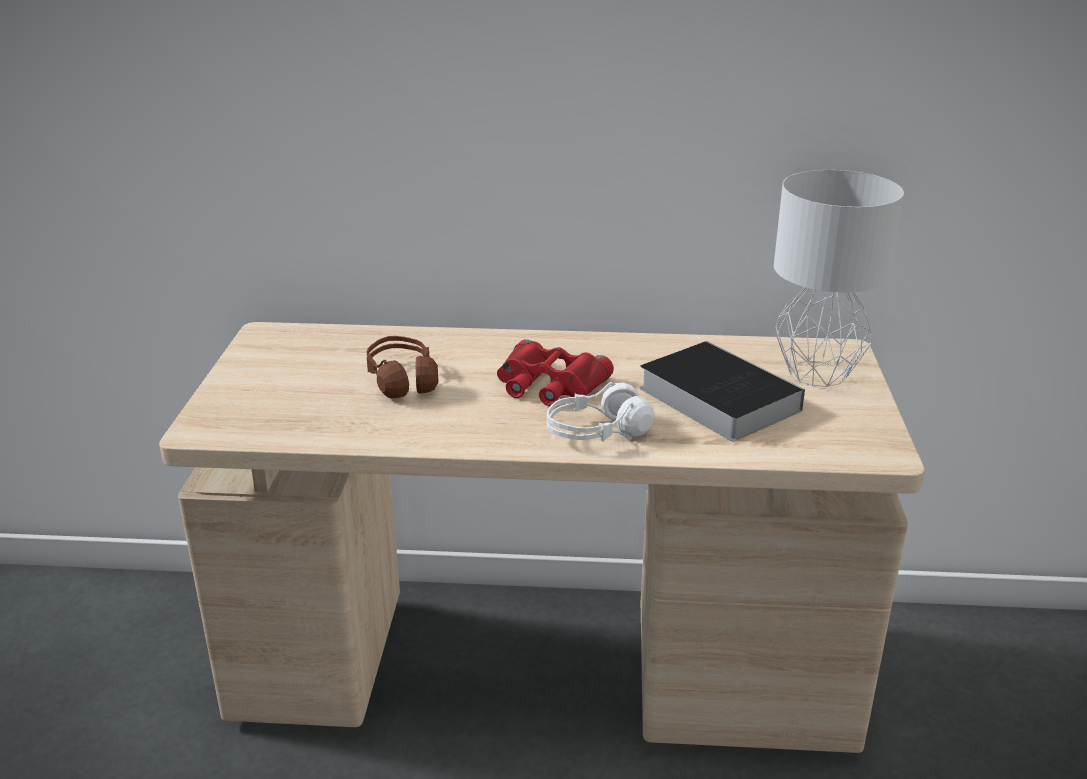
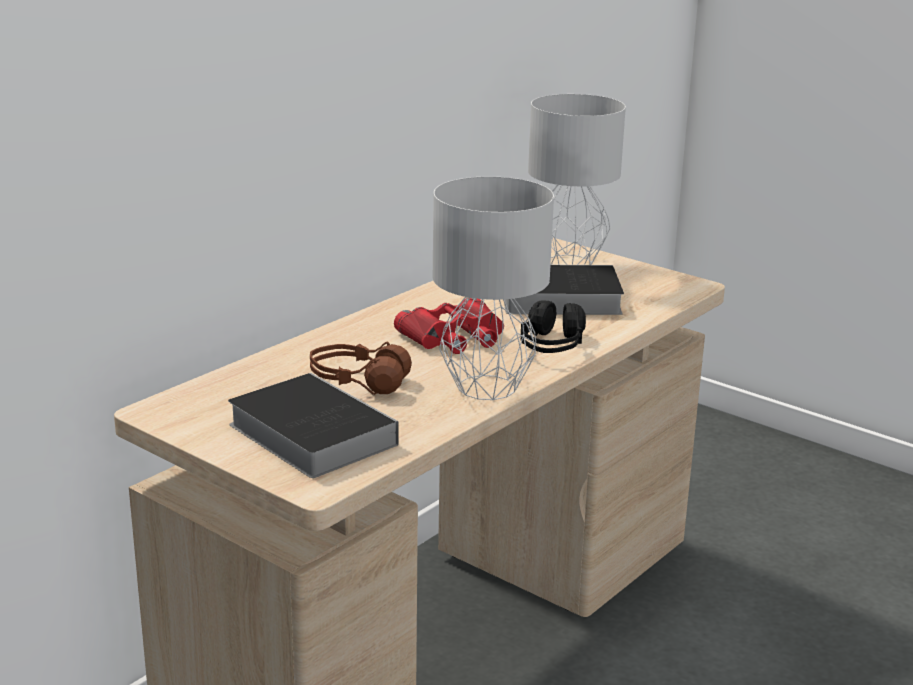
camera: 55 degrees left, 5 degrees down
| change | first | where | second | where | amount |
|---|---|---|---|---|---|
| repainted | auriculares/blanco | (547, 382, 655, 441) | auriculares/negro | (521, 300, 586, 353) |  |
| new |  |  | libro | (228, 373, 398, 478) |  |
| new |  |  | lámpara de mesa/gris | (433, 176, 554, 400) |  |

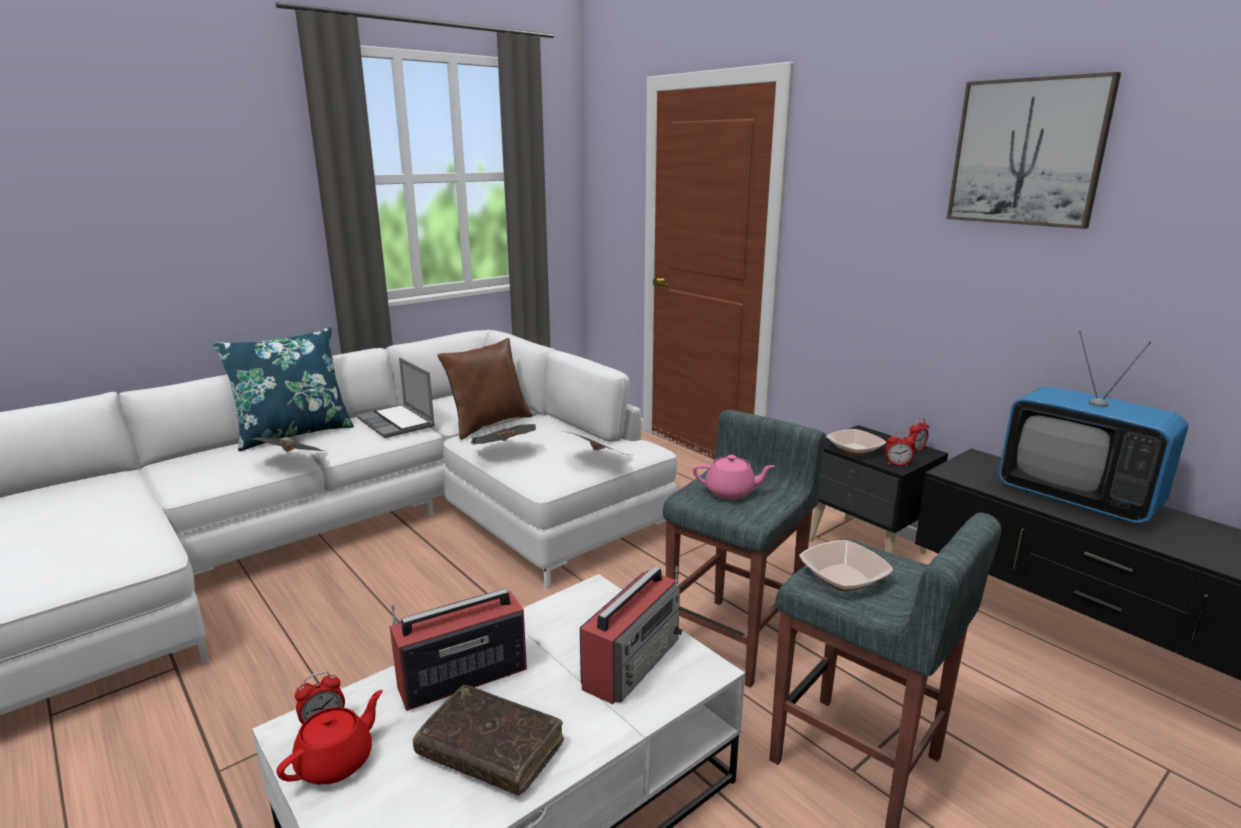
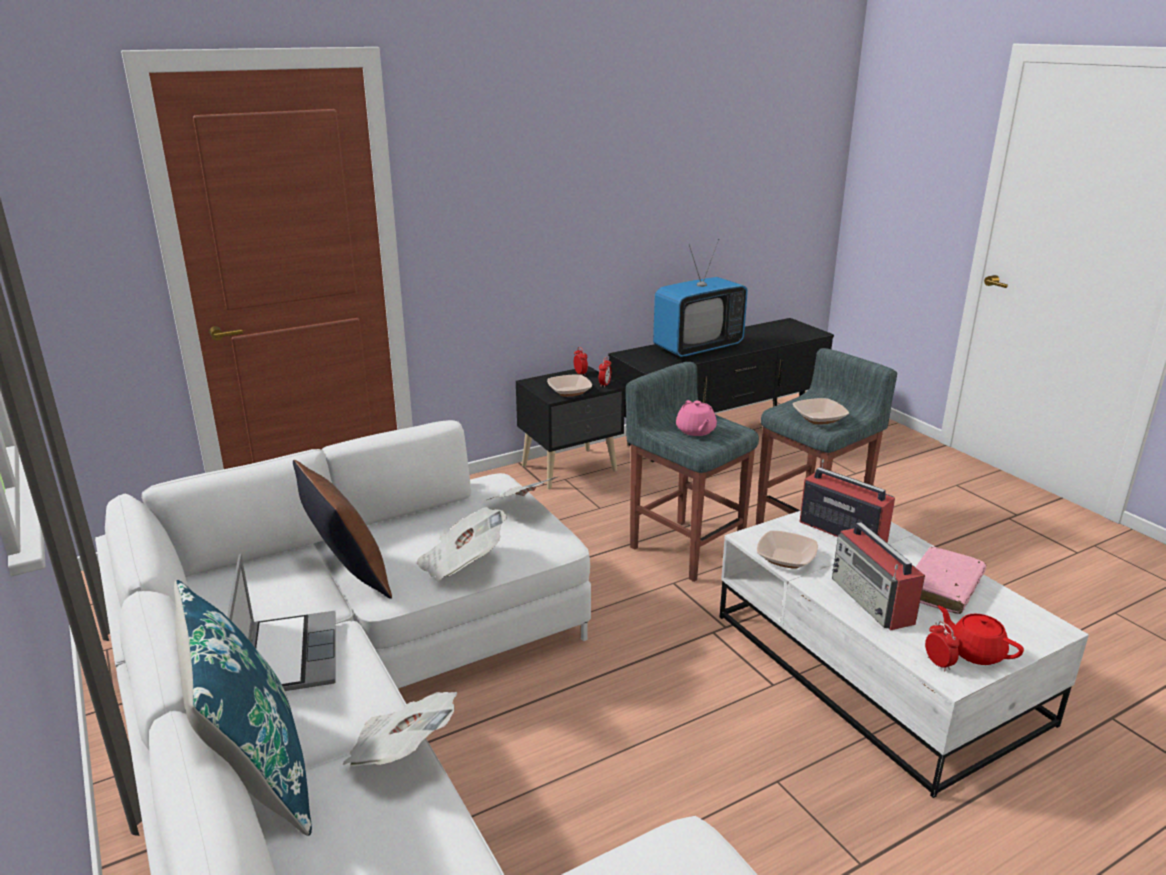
camera: 80 degrees left, 5 degrees up
| change | first | where | second | where | amount |
|---|---|---|---|---|---|
| rotated | portátil | (357, 357, 435, 438) |  | (227, 554, 336, 691) | 75 degrees counterclockwise |
| repainted | libro/marrón | (413, 685, 564, 796) | libro/rosa | (915, 546, 987, 614) |  |
| rotated | tetera/rosa | (693, 455, 775, 499) |  | (676, 400, 717, 436) | 150 degrees clockwise |
| gone | cuadro | (947, 72, 1121, 229) |  |  |  |
| new |  |  | cuenco | (757, 531, 818, 569) |  |

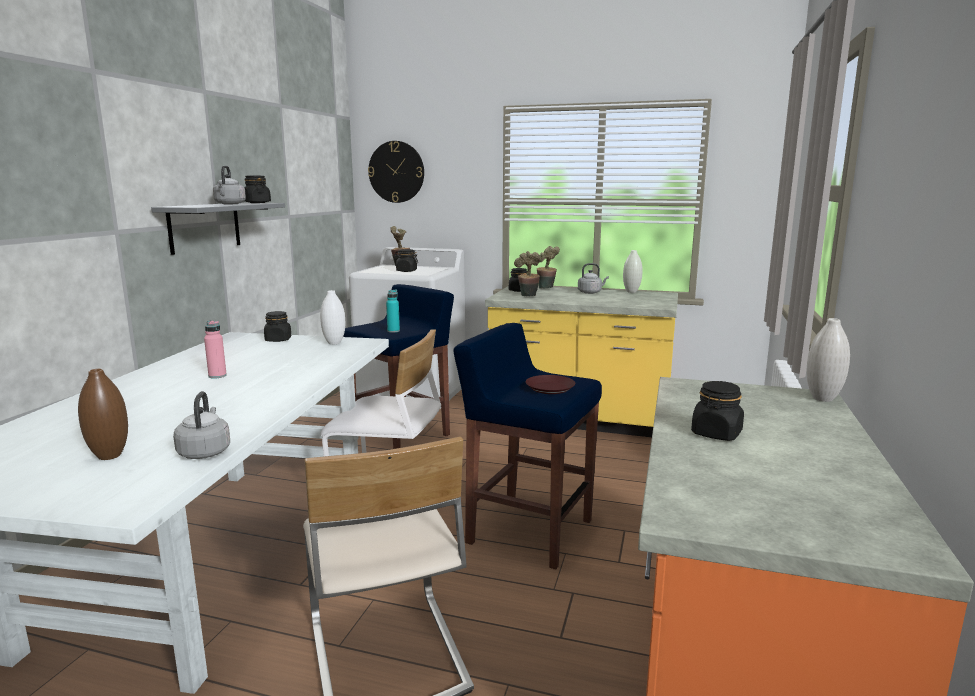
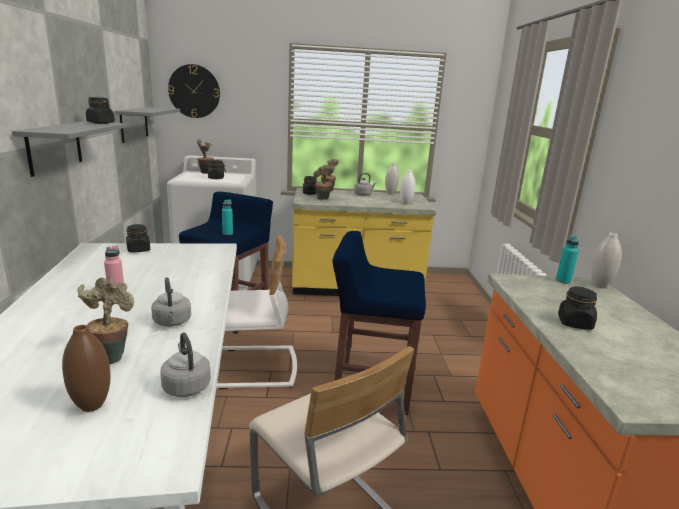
camera: 20 degrees left, 5 degrees up
| change | first | where | second | where | amount |
|---|---|---|---|---|---|
| shifted | hervidor/gris | (213, 166, 246, 204) |  | (151, 277, 191, 327) |  |
| shifted | florero/blanco | (320, 290, 345, 345) |  | (400, 170, 415, 204) |  |
| gone | plato/marrón | (526, 375, 575, 394) |  |  |  |
| new |  |  | planta en maceta | (78, 277, 134, 364) |  |
| new |  |  | estante/gris | (114, 107, 180, 143) |  |
| new |  |  | botella/turquesa | (556, 235, 579, 284) |  |

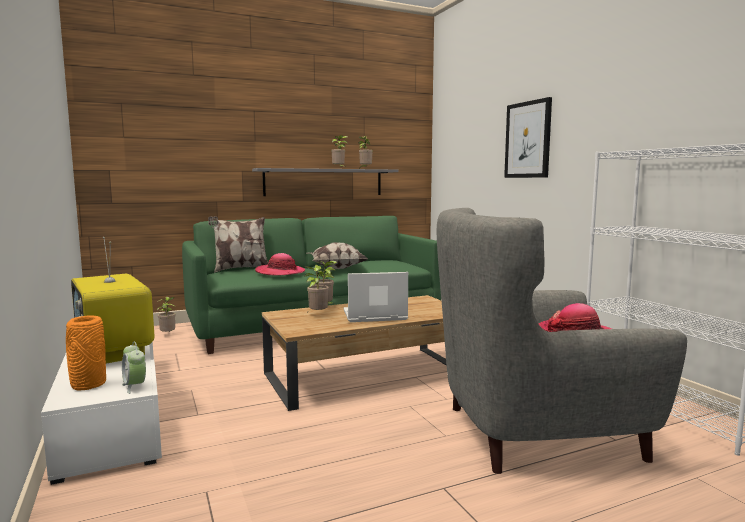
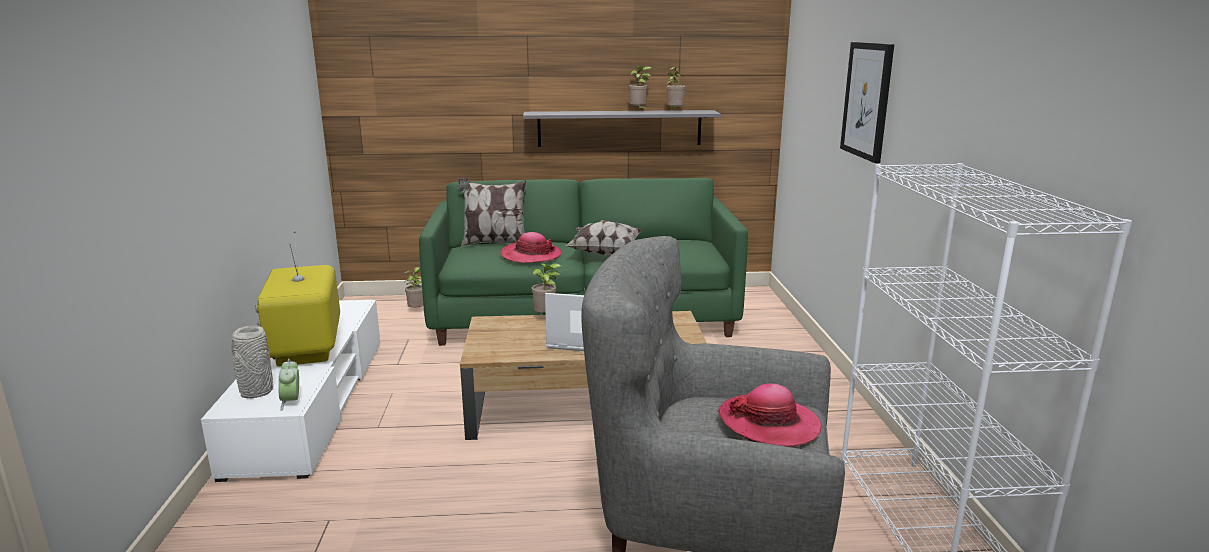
camera: 20 degrees right, 10 degrees up
| change | first | where | second | where | amount |
|---|---|---|---|---|---|
| repainted | florero/naranja | (66, 315, 106, 391) | florero/gris | (231, 325, 273, 398) |  |
| gone | planta en maceta | (305, 265, 329, 311) |  |  |  |

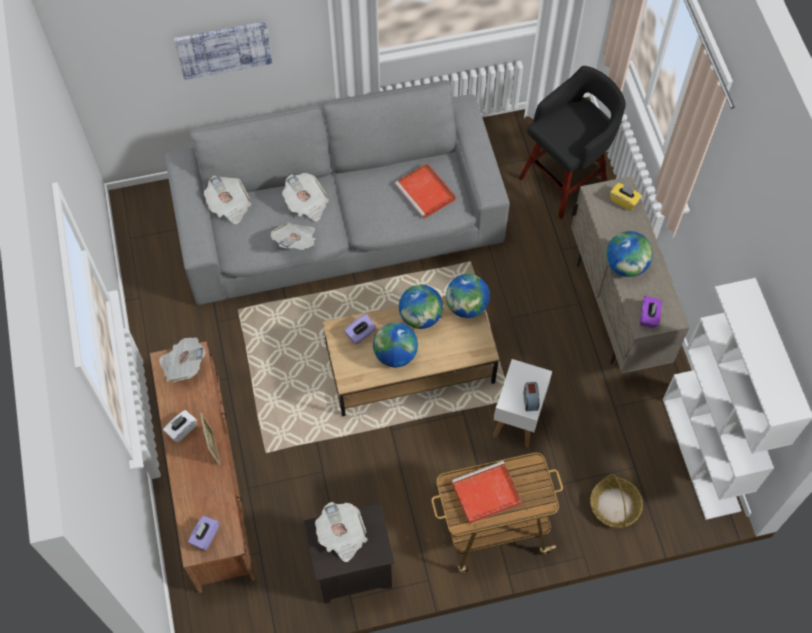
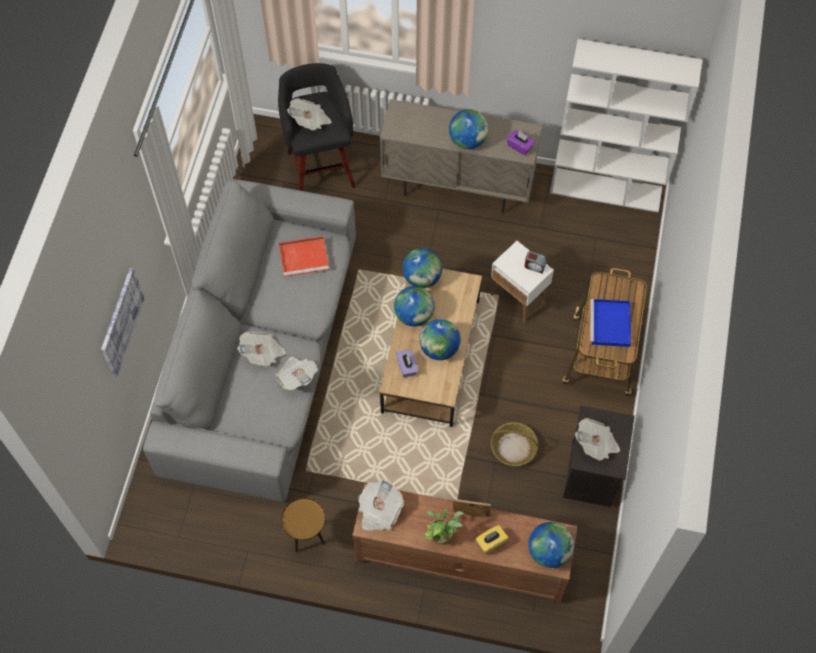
camera: 65 degrees left, 0 degrees up
| change | first | where | second | where | amount |
|---|---|---|---|---|---|
| swapped | caja de pañuelos/blanco | (163, 410, 197, 442) | planta en maceta | (425, 508, 464, 544) |  |
| swapped | caja de pañuelos/morado | (188, 516, 219, 550) | globo terráqueo | (528, 522, 574, 568) |  |
| shifted | periódico | (204, 175, 251, 224) |  | (287, 98, 332, 131) |  |
| repainted | bandeja/rojo | (452, 461, 522, 524) | bandeja/azul | (590, 299, 631, 347) |  |
| shifted | cesta | (590, 474, 643, 528) |  | (491, 422, 538, 466) |  |
| shifted | caja de pañuelos/amarillo | (610, 183, 642, 211) |  | (476, 525, 509, 554) |  |
| new |  |  | mesa auxiliar/marrón | (281, 498, 325, 553) |  |

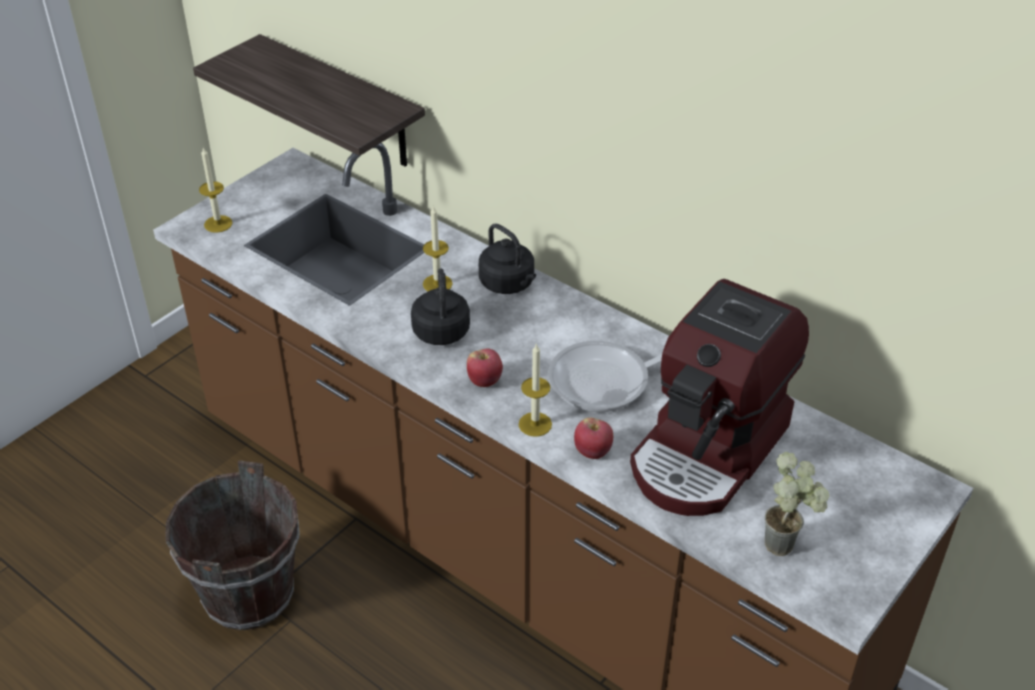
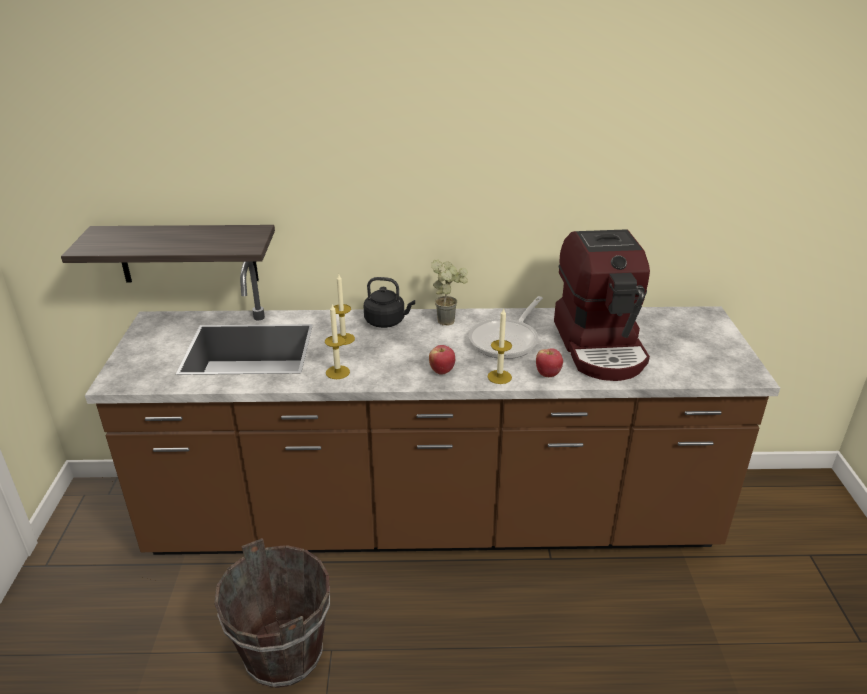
camera: 40 degrees left, 10 degrees down
| change | first | where | second | where | amount |
|---|---|---|---|---|---|
| shifted | vela | (199, 147, 233, 233) |  | (325, 304, 350, 379) |  |
| gone | hervidor/negro | (411, 269, 470, 345) |  |  |  |
| shifted | planta en maceta | (765, 452, 829, 556) |  | (431, 260, 468, 326) |  |

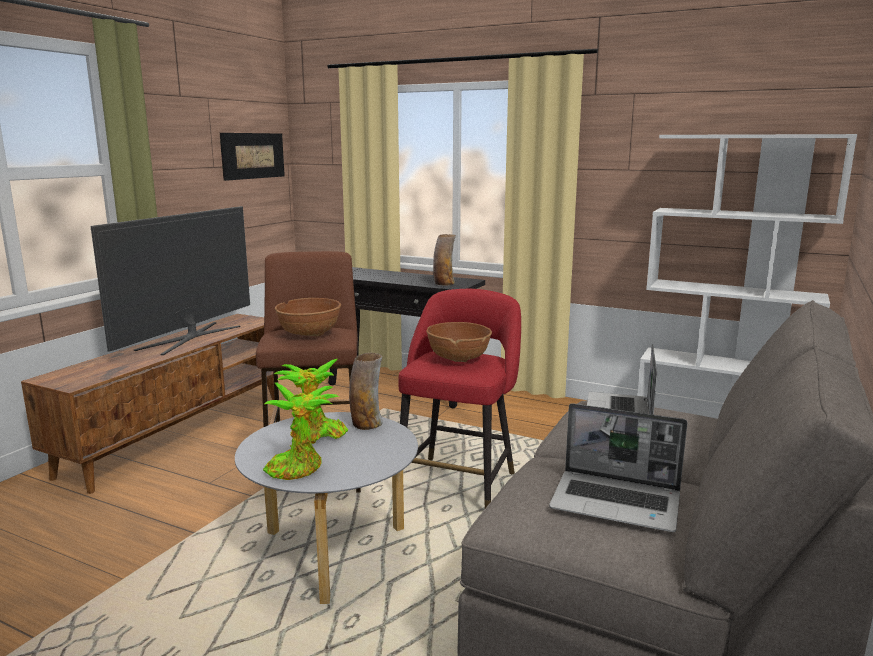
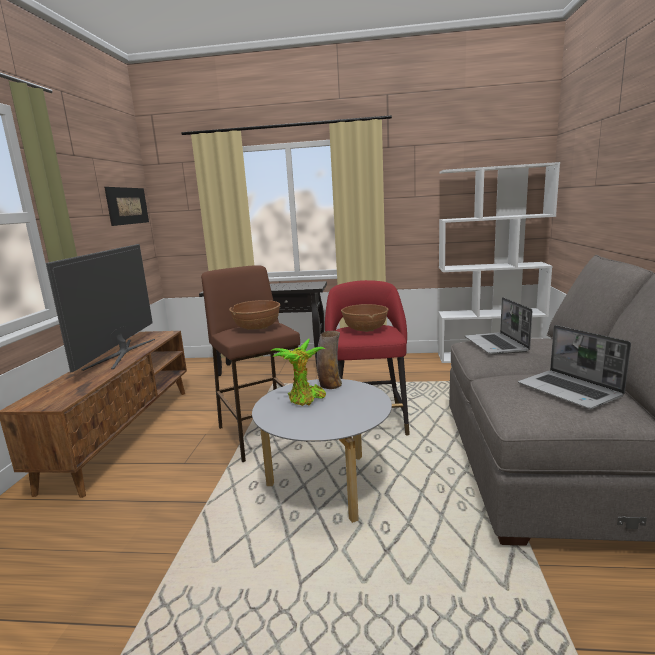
camera: 20 degrees left, 0 degrees up
| change | first | where | second | where | amount |
|---|---|---|---|---|---|
| gone | planta en maceta | (263, 382, 339, 480) |  |  |  |
| gone | florero | (433, 234, 456, 286) |  |  |  |
| rotated | portátil | (549, 403, 687, 532) |  | (518, 325, 631, 409) | 60 degrees clockwise |

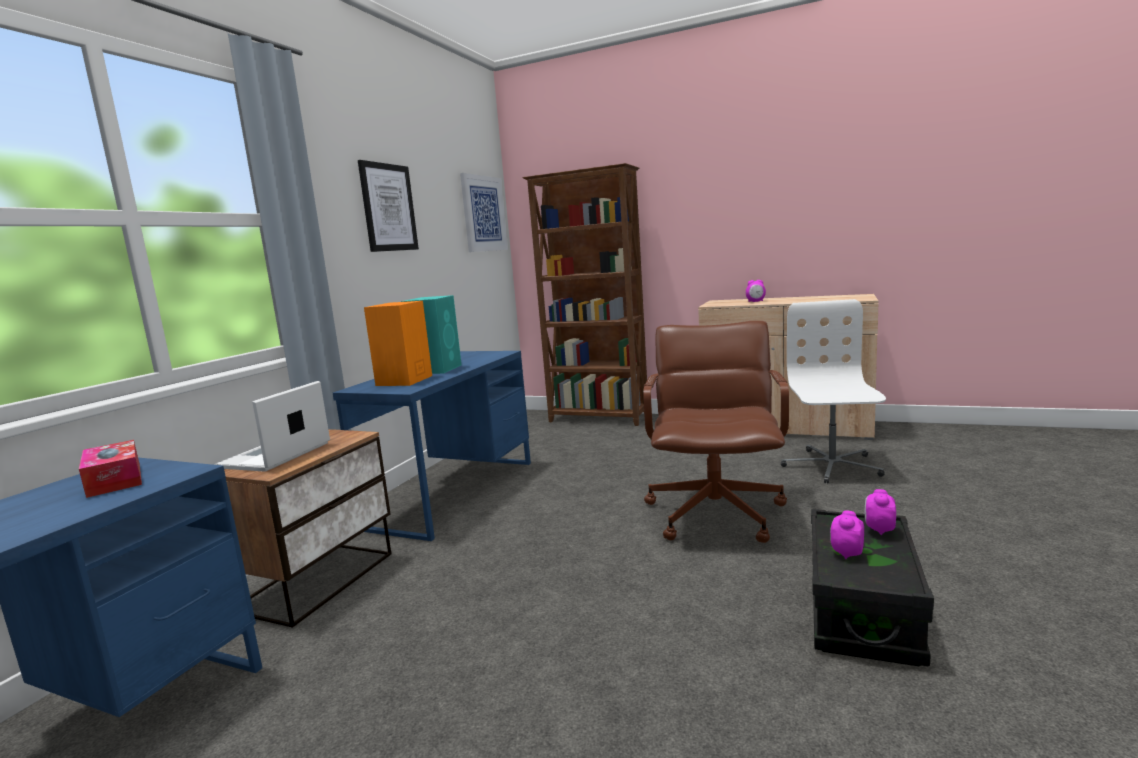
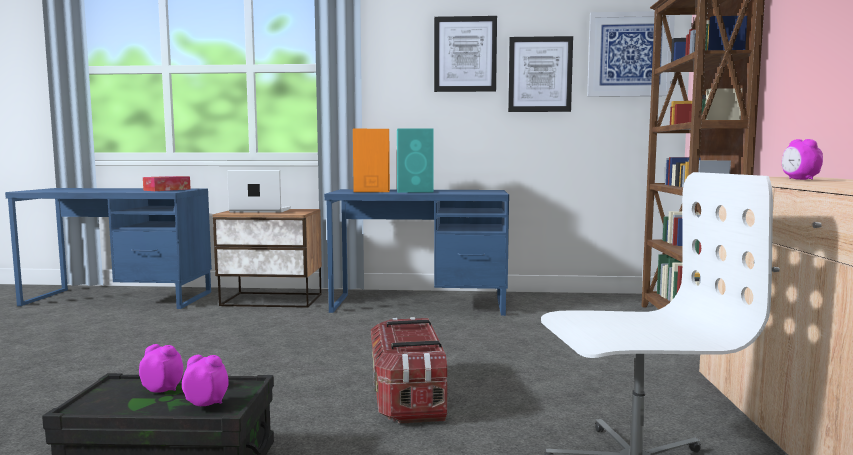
camera: 70 degrees right, 5 degrees down
| change | first | where | second | where | amount |
|---|---|---|---|---|---|
| swapped | silla de oficina/marrón | (643, 321, 789, 543) | caja de almacenaje | (371, 317, 447, 424) |  |
| new |  |  | cuadro | (508, 36, 573, 112) |  |

